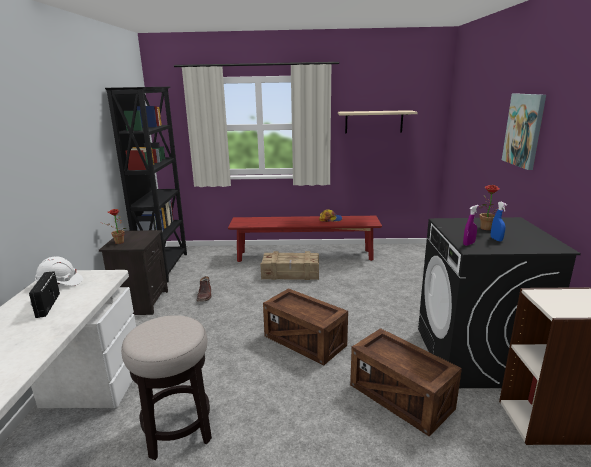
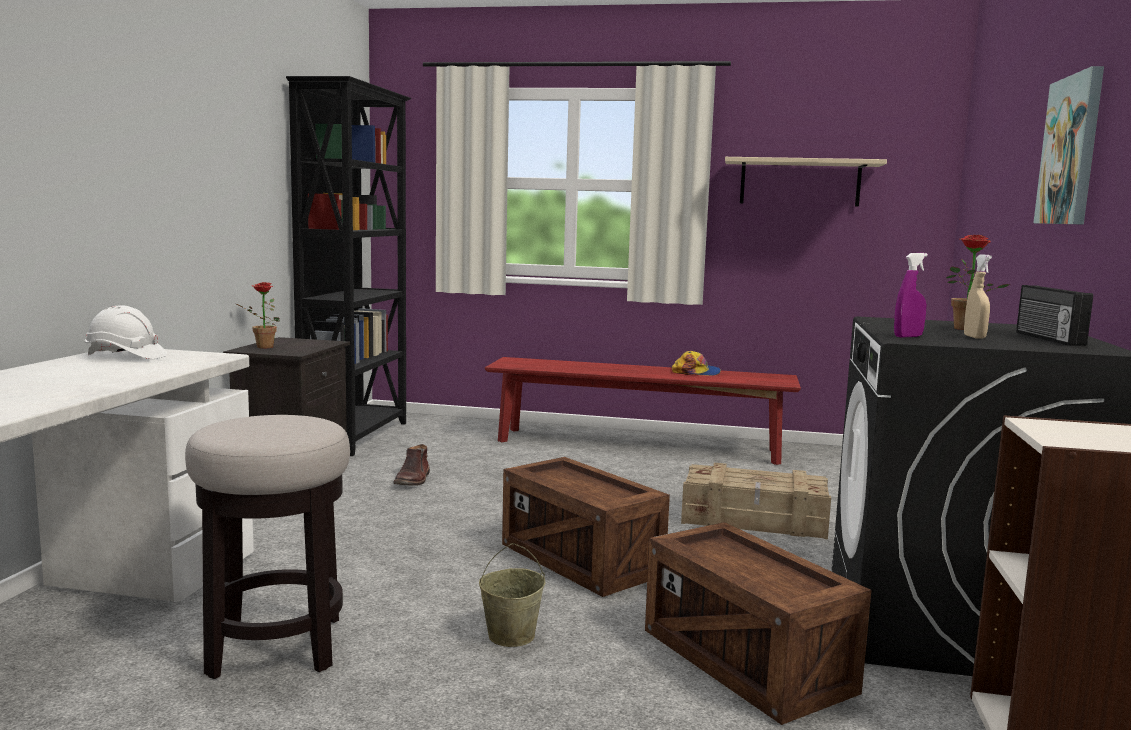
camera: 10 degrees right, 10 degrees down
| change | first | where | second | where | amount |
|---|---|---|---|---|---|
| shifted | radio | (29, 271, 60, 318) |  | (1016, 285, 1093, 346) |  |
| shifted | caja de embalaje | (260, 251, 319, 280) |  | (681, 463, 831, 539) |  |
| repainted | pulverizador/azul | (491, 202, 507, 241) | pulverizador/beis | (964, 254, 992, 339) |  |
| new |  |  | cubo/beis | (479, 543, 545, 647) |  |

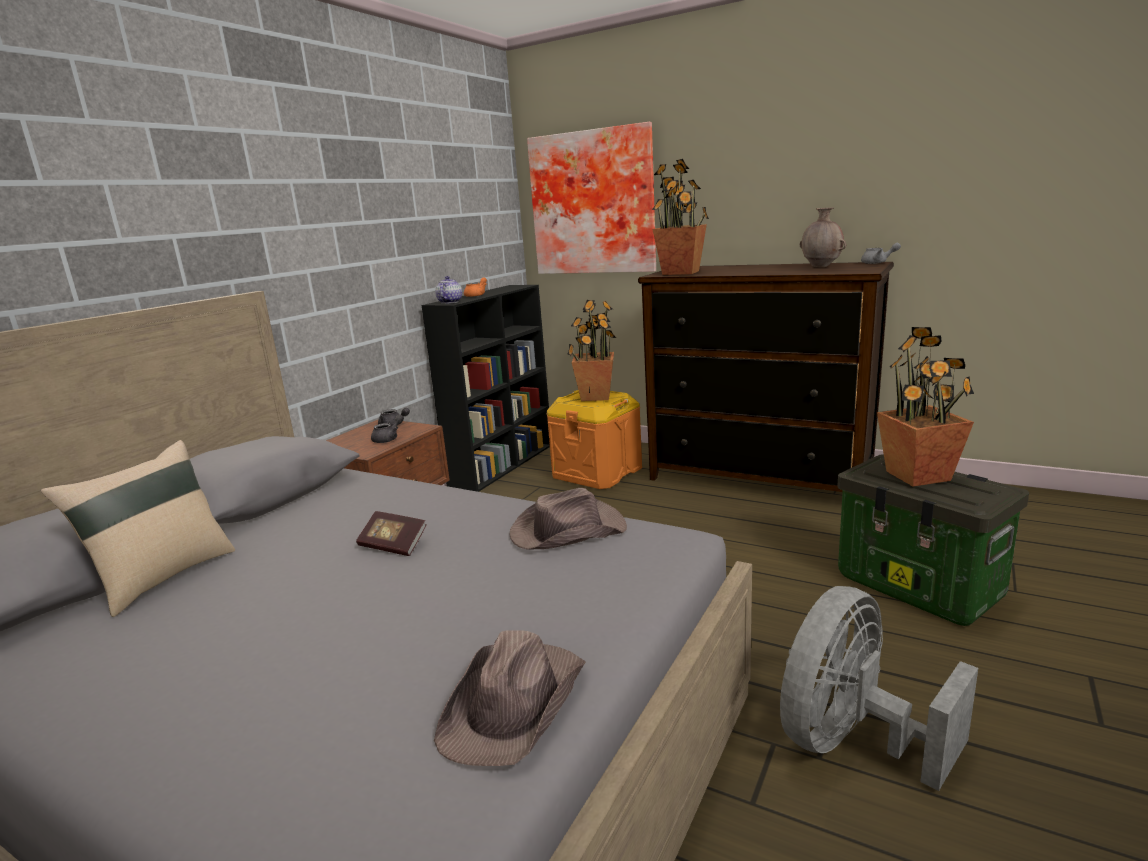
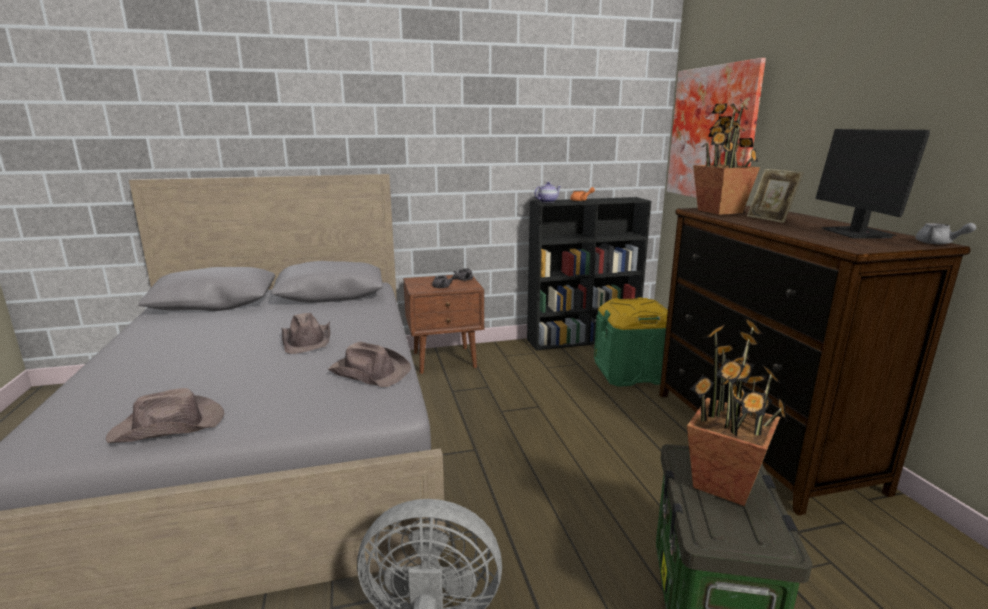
camera: 45 degrees right, 0 degrees up
| change | first | where | second | where | amount |
|---|---|---|---|---|---|
| gone | cojín/beis | (41, 440, 235, 617) |  |  |  |
| swapped | libro | (356, 511, 426, 556) | sombrero/marrón | (282, 313, 330, 354) |  |
| repainted | caja de almacenaje/naranja | (547, 390, 642, 489) | caja de almacenaje/verde | (594, 298, 668, 387) |  |
| gone | planta en maceta | (567, 300, 616, 401) |  |  |  |
| swapped | florero/marrón | (800, 208, 846, 267) | monitor | (815, 129, 930, 239) |  |
| new |  |  | portarretratos | (747, 169, 804, 223) |  |

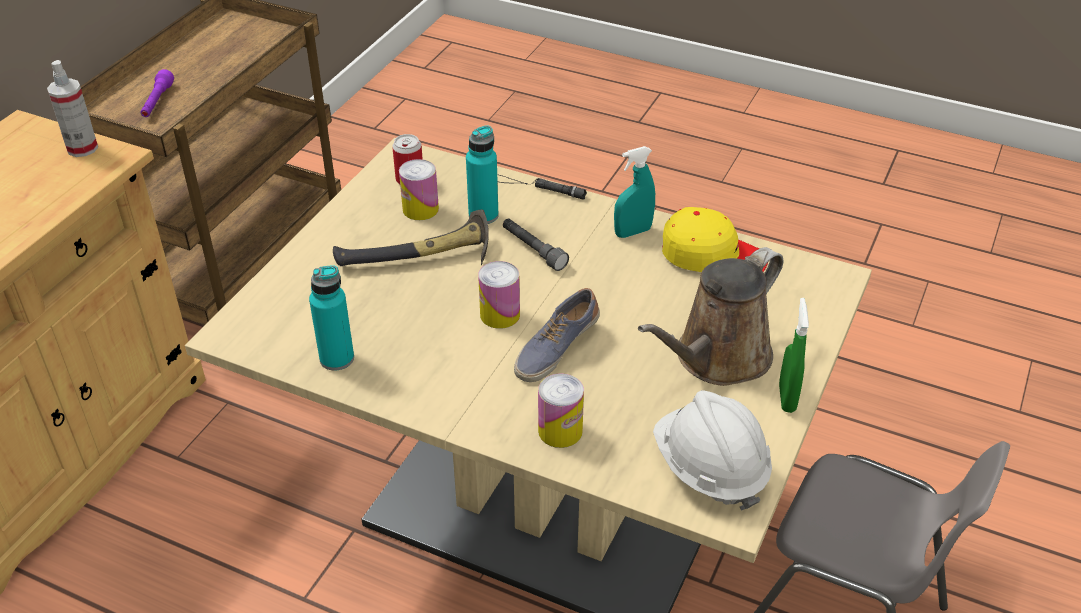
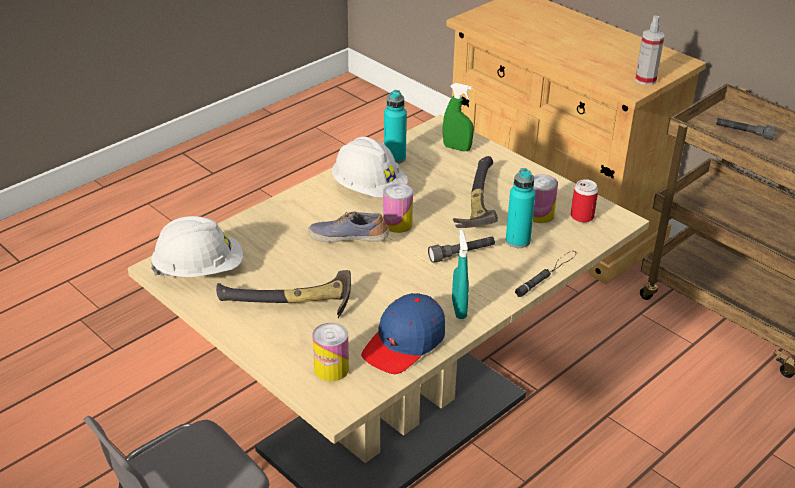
camera: 110 degrees right, 5 degrees down
| change | first | where | second | where | amount |
|---|---|---|---|---|---|
| repainted | linterna/morado | (140, 69, 174, 117) | linterna/gris | (716, 118, 776, 140) |  |
| rotated | zapato | (514, 288, 600, 382) |  | (308, 212, 389, 243) | 45 degrees counterclockwise |
| shifted | lata | (538, 373, 584, 448) |  | (313, 323, 349, 381) |  |
| swapped | regadera/marrón | (638, 247, 783, 386) | martillo | (216, 270, 351, 318) |  |
| repainted | gorra/amarillo | (662, 207, 768, 272) | gorra/azul | (361, 293, 445, 374) |  |
| shifted | pulverizador/verde | (779, 298, 809, 413) |  | (443, 83, 474, 151) |  |
| new |  |  | casco/blanco | (332, 137, 408, 198) |  |

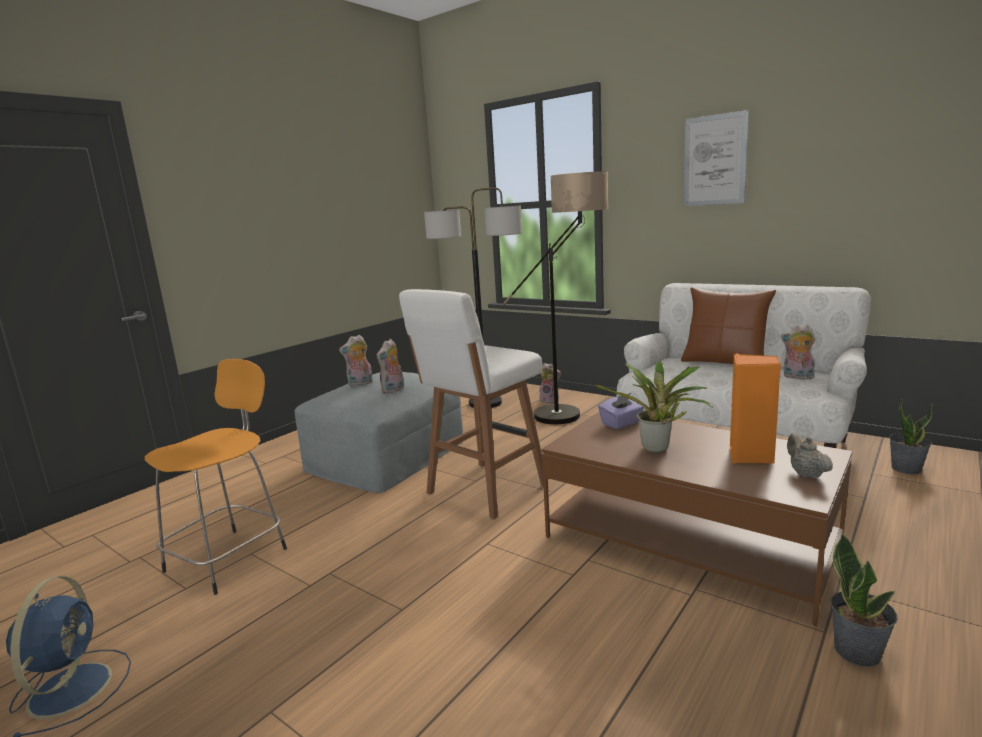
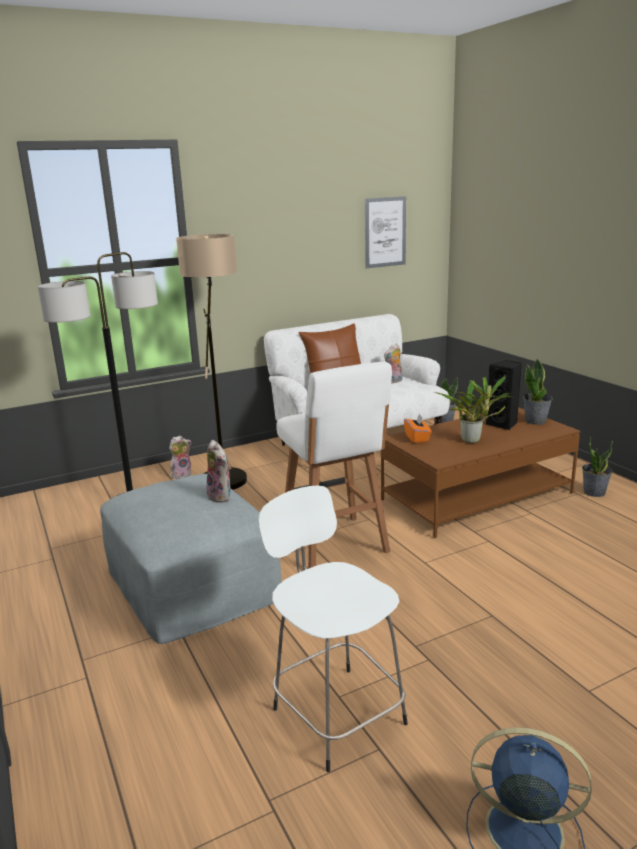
camera: 65 degrees left, 5 degrees up
| change | first | where | second | where | amount |
|---|---|---|---|---|---|
| repainted | taburete/naranja | (145, 359, 287, 595) | taburete/blanco | (258, 485, 408, 772) |  |
| gone | peluche | (339, 335, 373, 386) |  |  |  |
| repainted | caja de pañuelos/morado | (598, 393, 644, 429) | caja de pañuelos/naranja | (404, 414, 432, 443) |  |
| shifted | cuadro | (683, 110, 749, 206) |  | (365, 196, 406, 269) |  |
| repainted | altavoz/naranja | (730, 354, 781, 463) | altavoz/negro | (486, 360, 522, 431) |  |
| swapped | tetera/beis | (787, 433, 833, 478) | planta en maceta | (523, 358, 553, 425) |  |

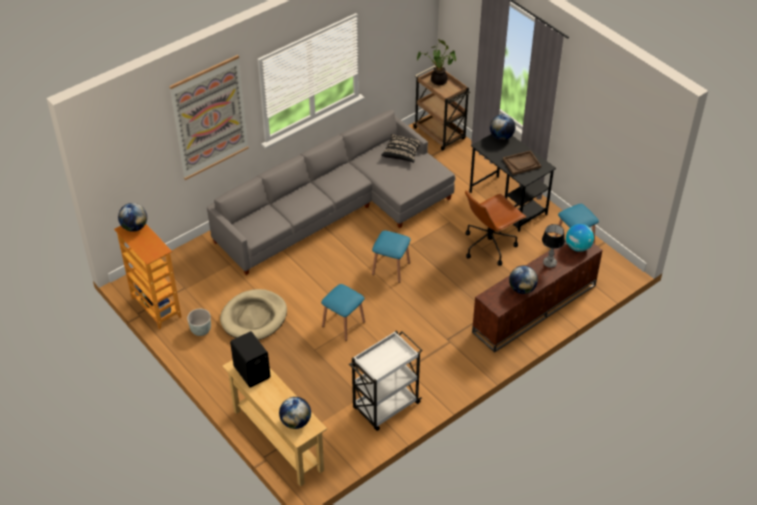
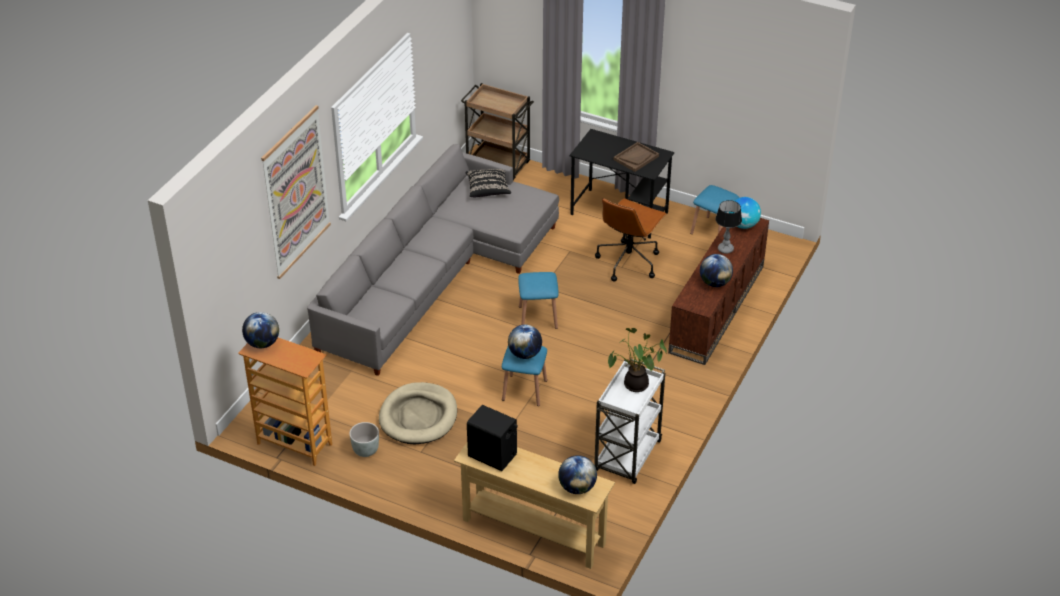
camera: 25 degrees left, 5 degrees down
| change | first | where | second | where | amount |
|---|---|---|---|---|---|
| shifted | planta en maceta | (417, 39, 456, 85) |  | (608, 328, 667, 392) |  |
| shifted | globo terráqueo | (490, 114, 515, 140) |  | (508, 325, 542, 359) |  |

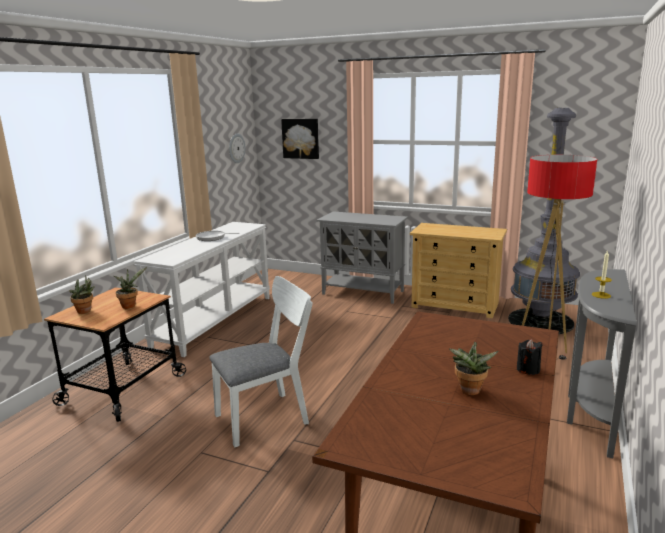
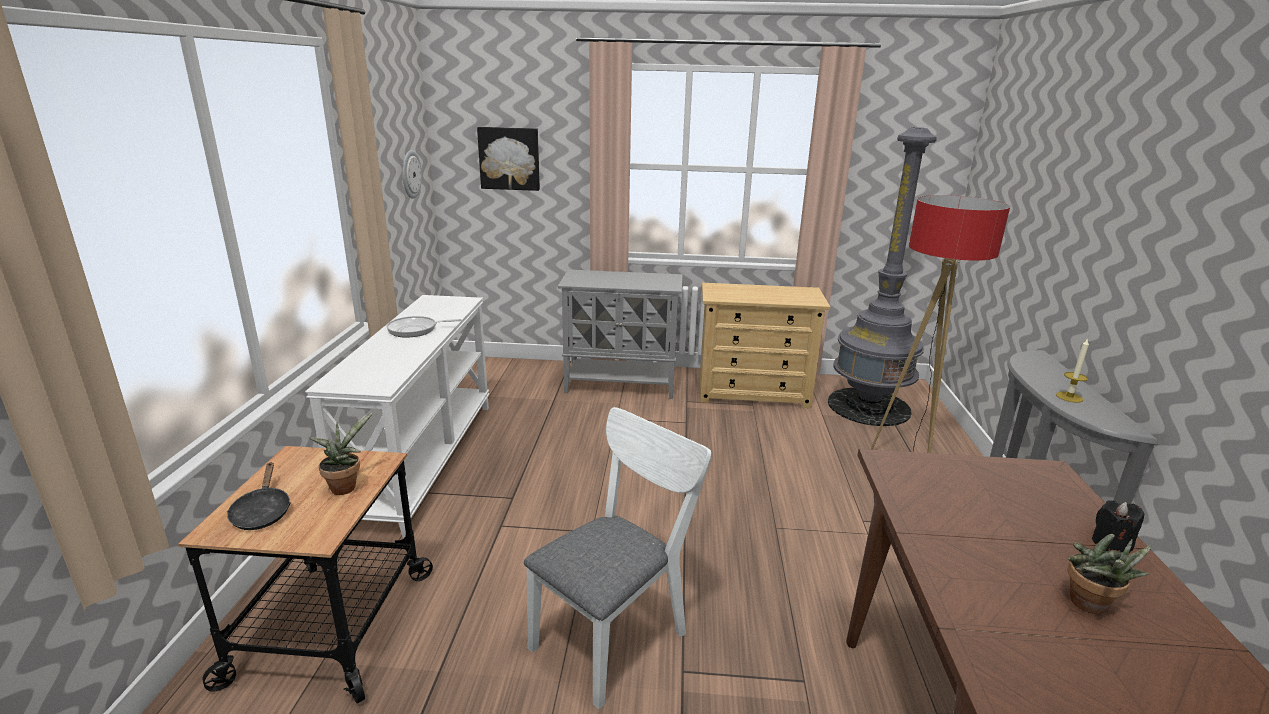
camera: 20 degrees left, 5 degrees up
| change | first | where | second | where | amount |
|---|---|---|---|---|---|
| swapped | planta en maceta | (69, 275, 95, 314) | sartén/negro | (226, 462, 291, 530) |  |

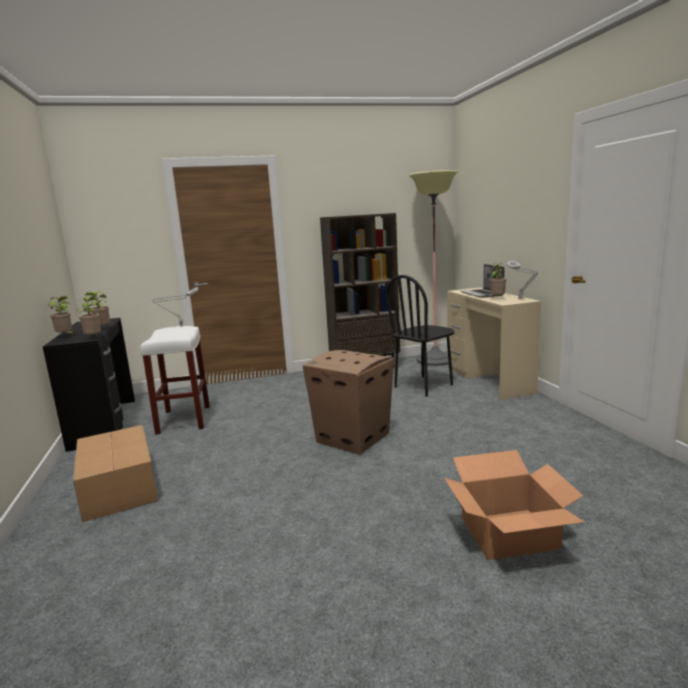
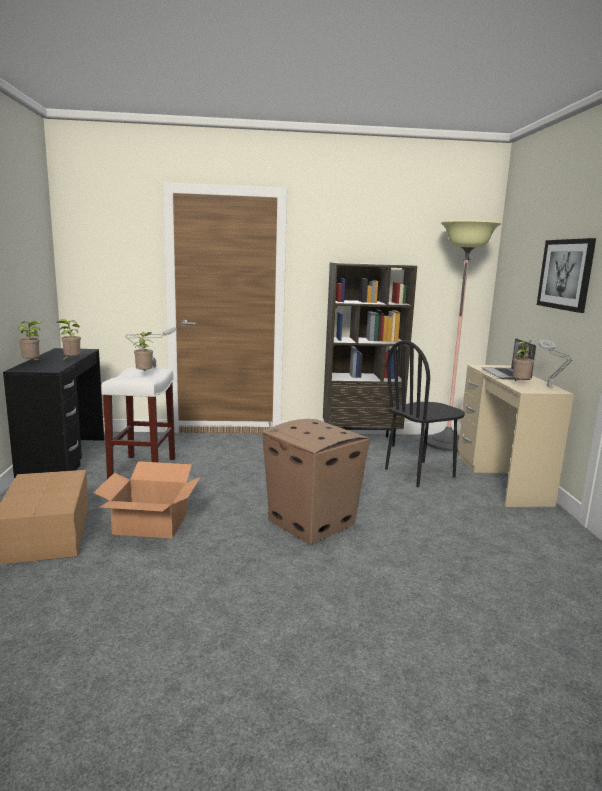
camera: 10 degrees right, 0 degrees up
| change | first | where | second | where | amount |
|---|---|---|---|---|---|
| shifted | planta en maceta | (77, 296, 101, 336) |  | (133, 332, 153, 372) |  |
| shifted | caja de cartón | (444, 450, 585, 560) |  | (94, 461, 201, 538) |  |
| new |  |  | cuadro | (537, 238, 596, 313) |  |

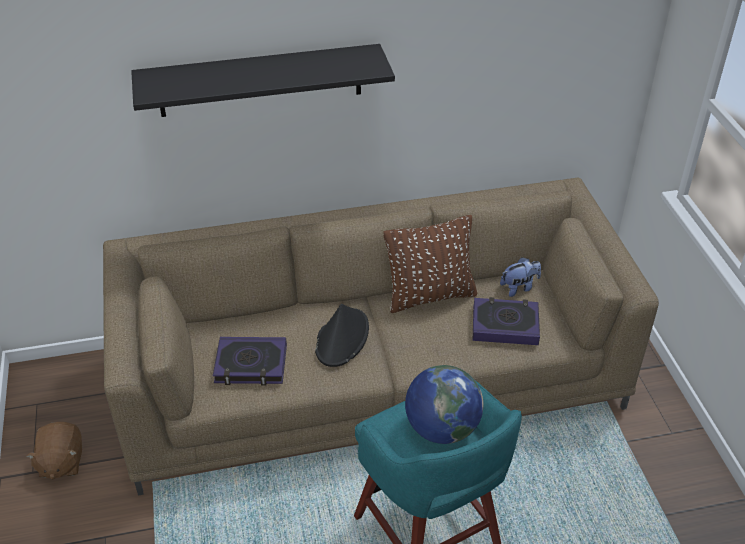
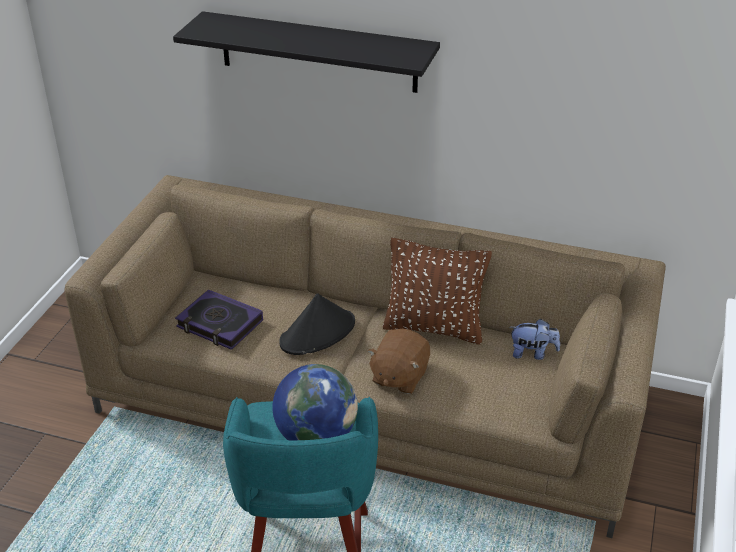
camera: 30 degrees right, 5 degrees down
| change | first | where | second | where | amount |
|---|---|---|---|---|---|
| shifted | peluche/marrón | (26, 422, 82, 479) |  | (367, 329, 430, 394) |  |
| gone | libro | (473, 297, 540, 345) |  |  |  |

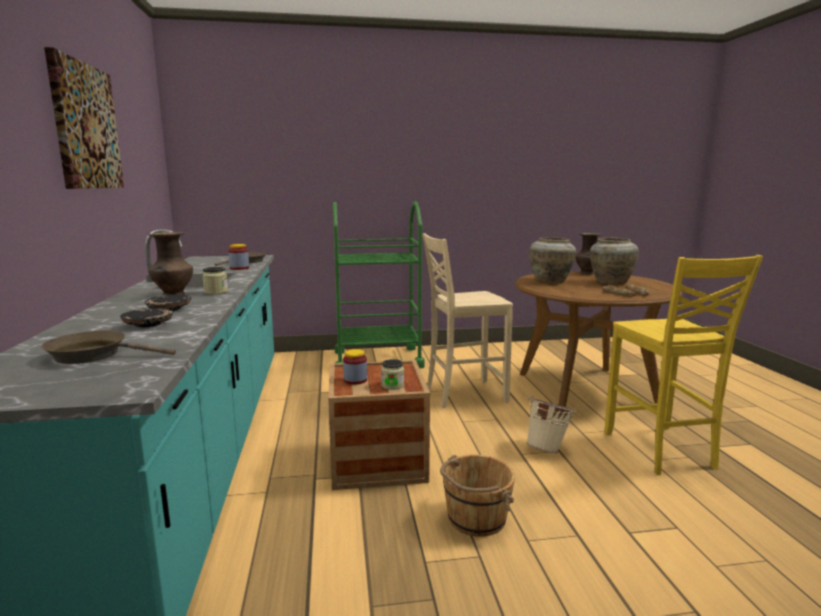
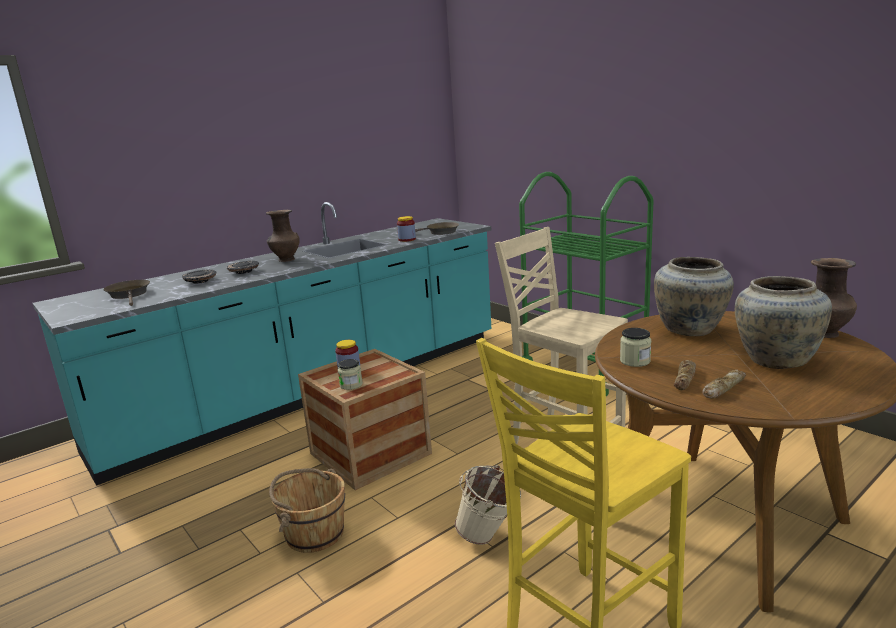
camera: 60 degrees right, 5 degrees up
| change | first | where | second | where | amount |
|---|---|---|---|---|---|
| gone | cuadro | (44, 47, 124, 189) |  |  |  |
| shifted | tarro | (202, 267, 228, 294) |  | (620, 328, 651, 367) |  |

